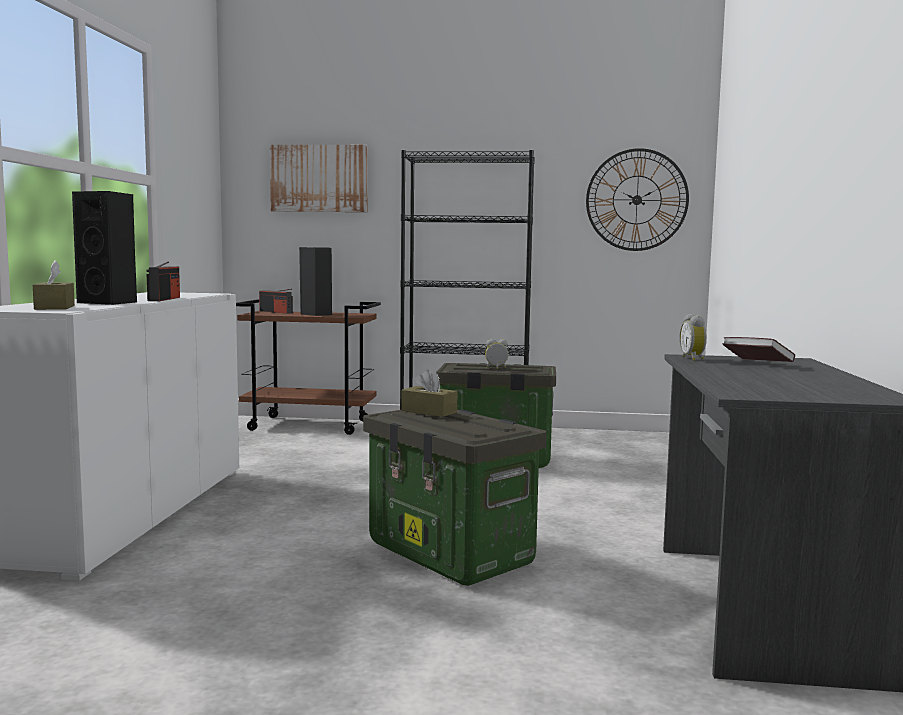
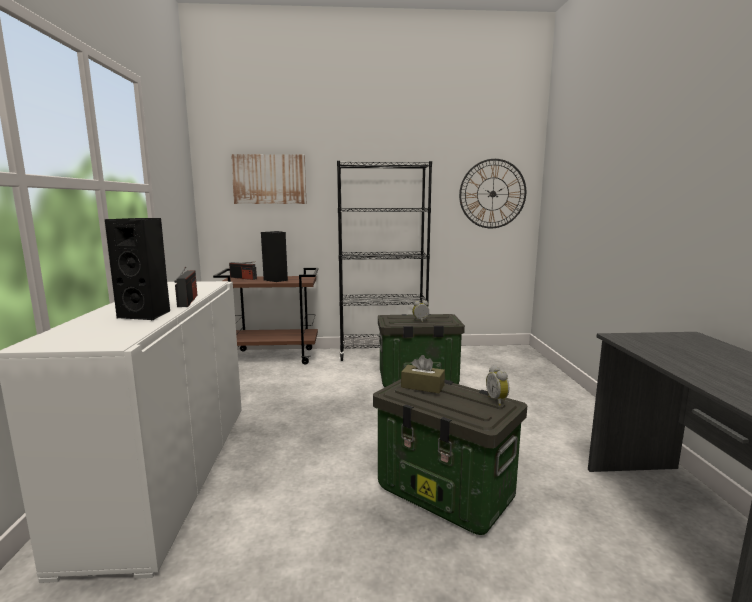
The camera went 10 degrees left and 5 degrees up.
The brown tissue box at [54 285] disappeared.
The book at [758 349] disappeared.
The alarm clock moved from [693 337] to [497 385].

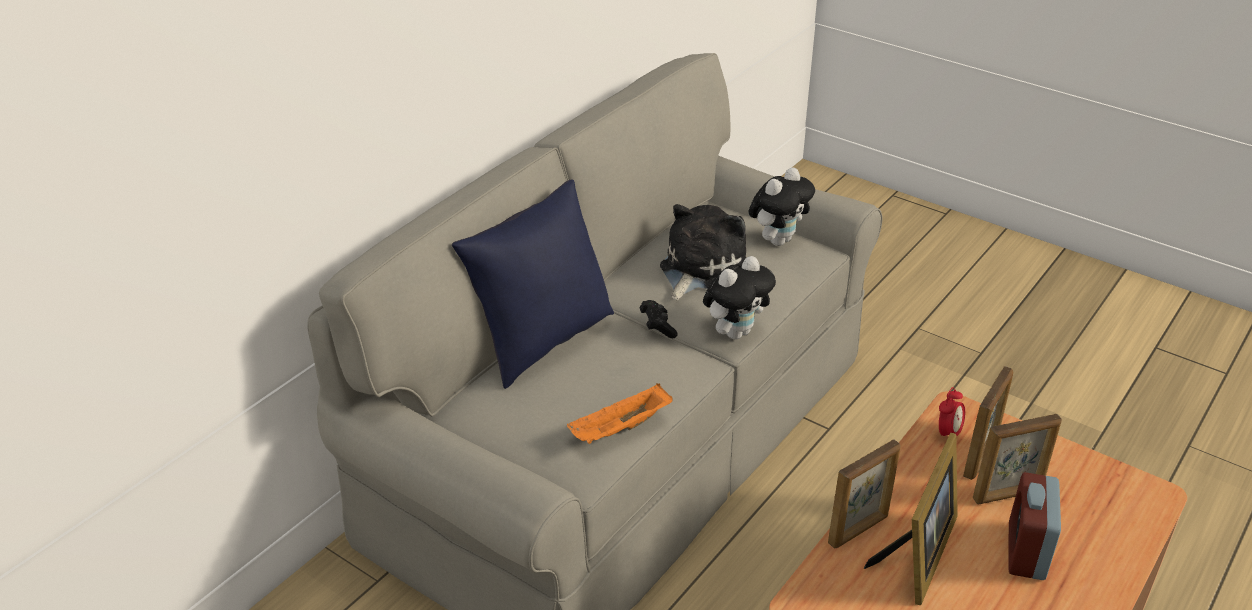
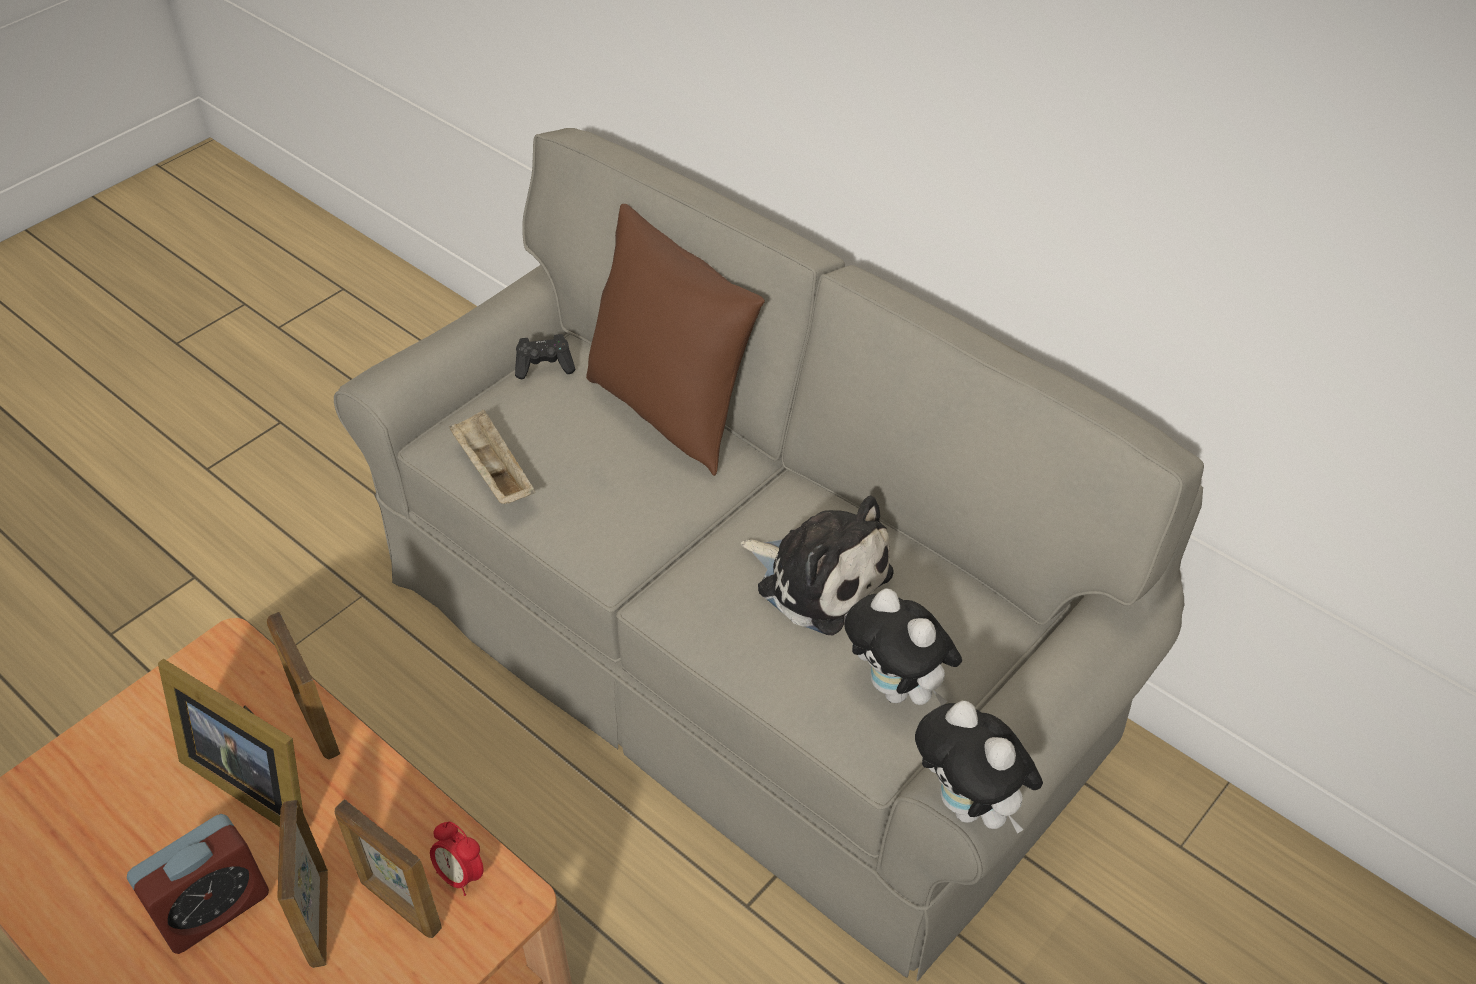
The camera went 95 degrees right and 10 degrees up.
The black game controller moved from [659 319] to [545 356].
The plush toy moved from [739 298] to [979 767].
The blue pillow at [533 284] became the brown pillow at [675 340].
The orange tray at [620 414] became the beige tray at [492 457].
The alarm clock at [1034 526] turned 120 degrees clockwise.

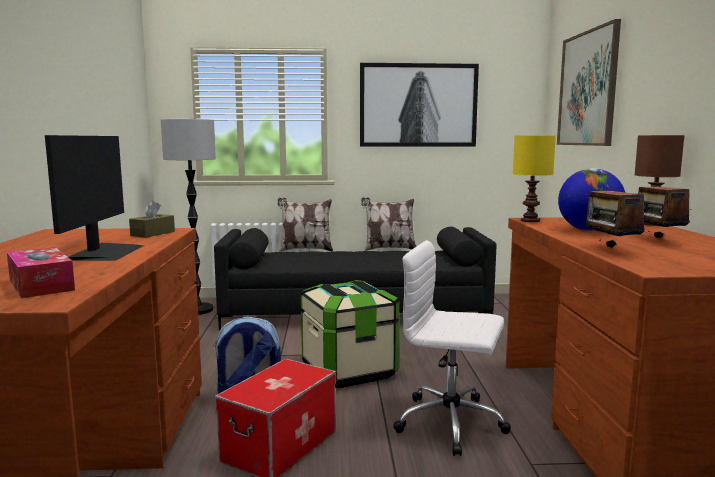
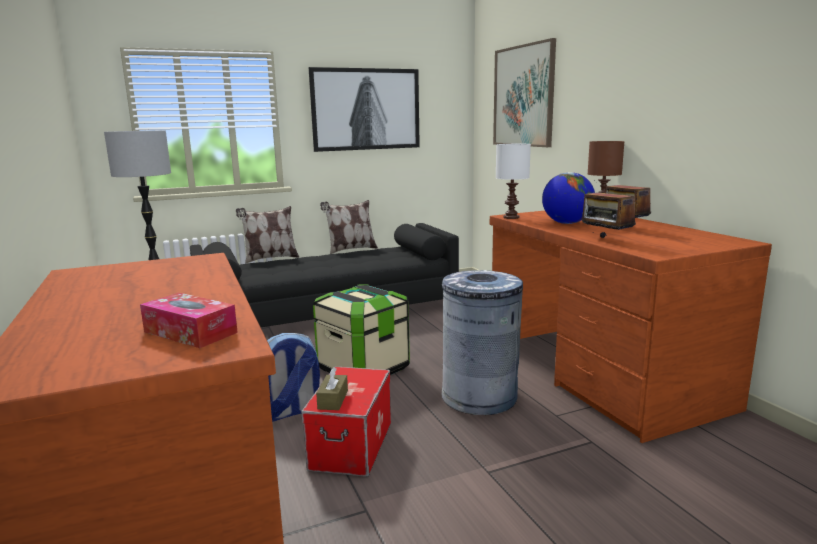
The camera went 20 degrees left and 5 degrees up.
The monitor at [94 198] disappeared.
The brown tissue box moved from [152 219] to [332 389].
The white office chair at [452 348] was replaced by the grey trash can at [482 342].
The yellow table lamp at [534 179] became the white table lamp at [513 181].

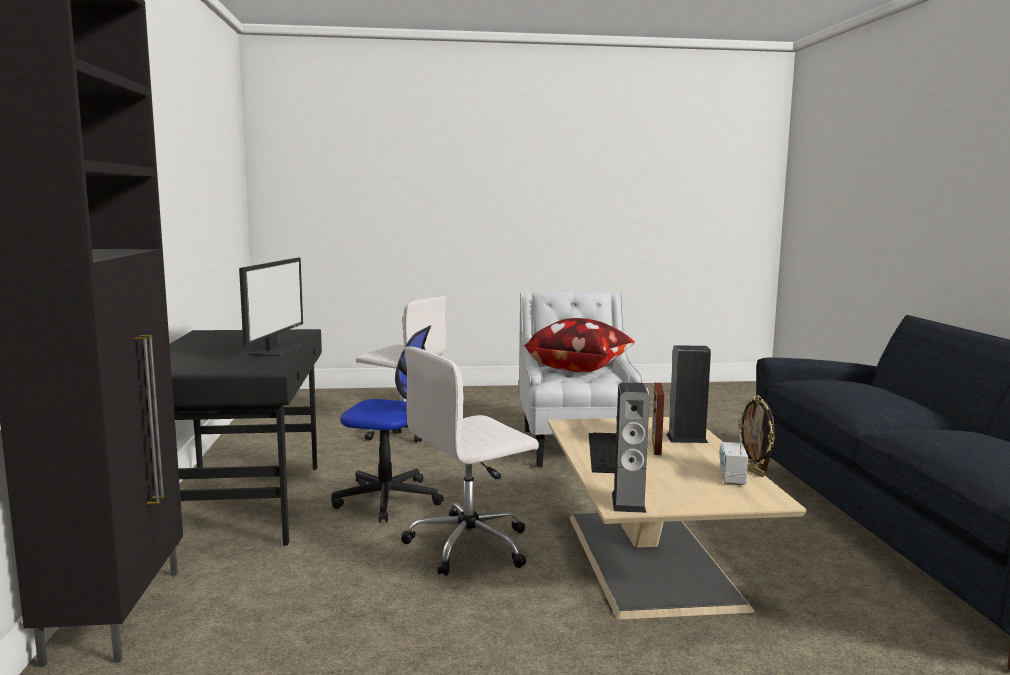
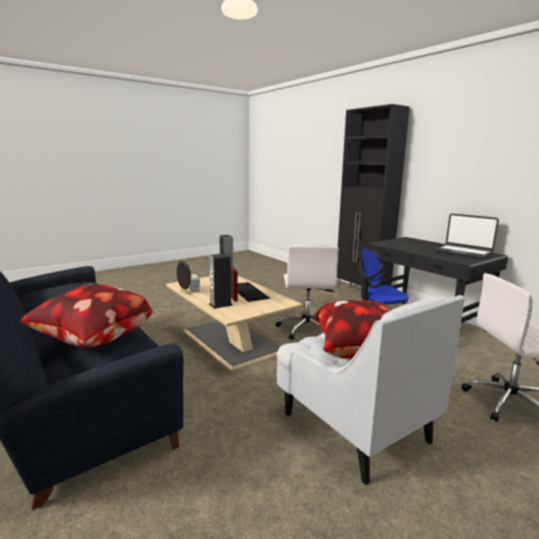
The camera went 150 degrees right and 5 degrees up.
The monitor at [271 307] disappeared.
The pillow at [86 316] appeared.
The laptop at [466 236] appeared.
The white office chair at [470 461] turned 150 degrees clockwise.

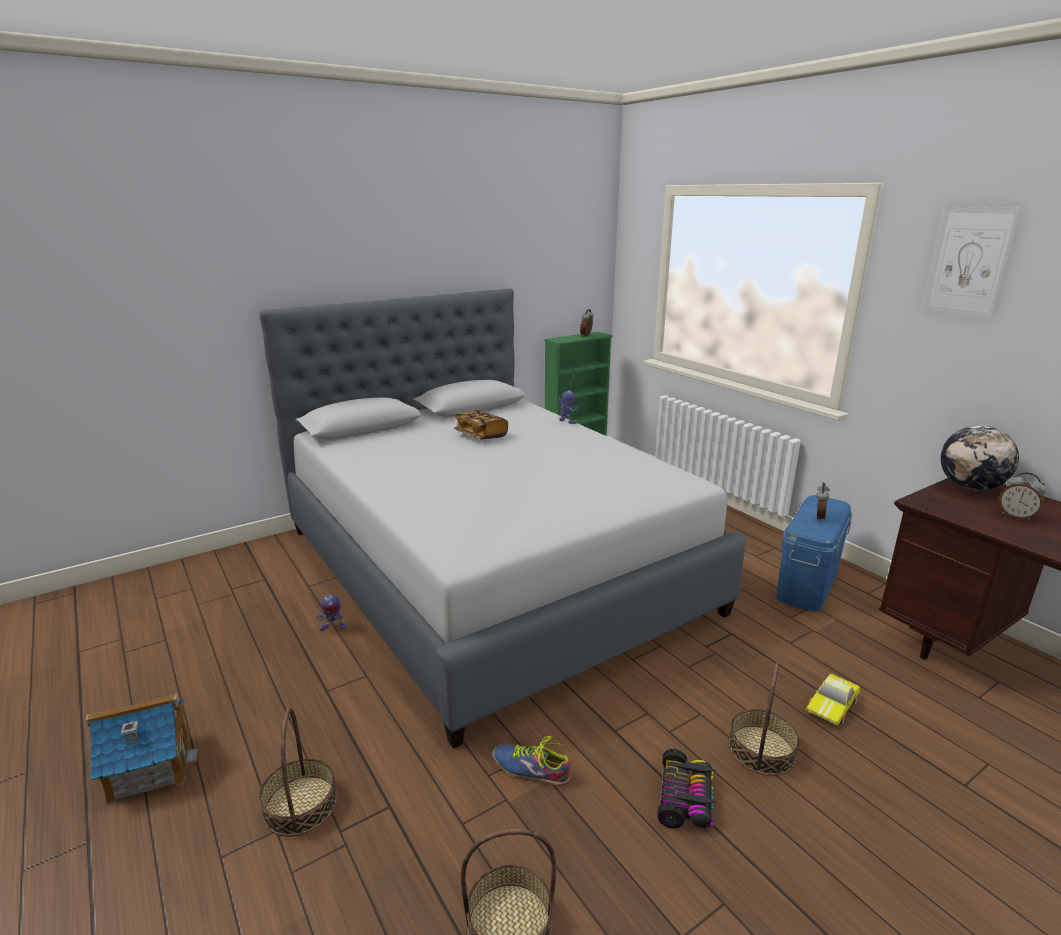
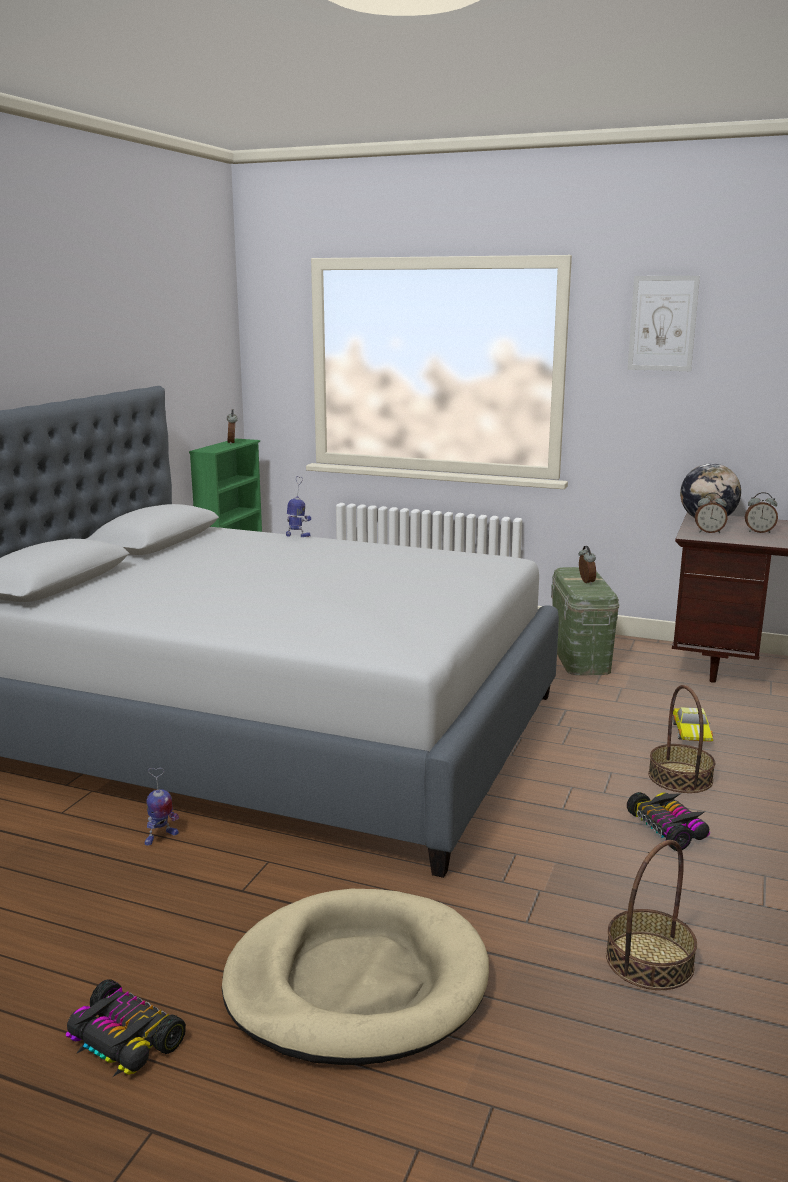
The camera went 35 degrees left and 5 degrees down.
The book at [481 425] disappeared.
The shoe at [532 761] disappeared.
The alarm clock at [711 512] appeared.
The toy house at [141 749] was replaced by the toy car at [126 1028].
The basket at [298 772] was replaced by the beige dog bed at [355 977].
The blue storage box at [814 553] became the green storage box at [585 621].

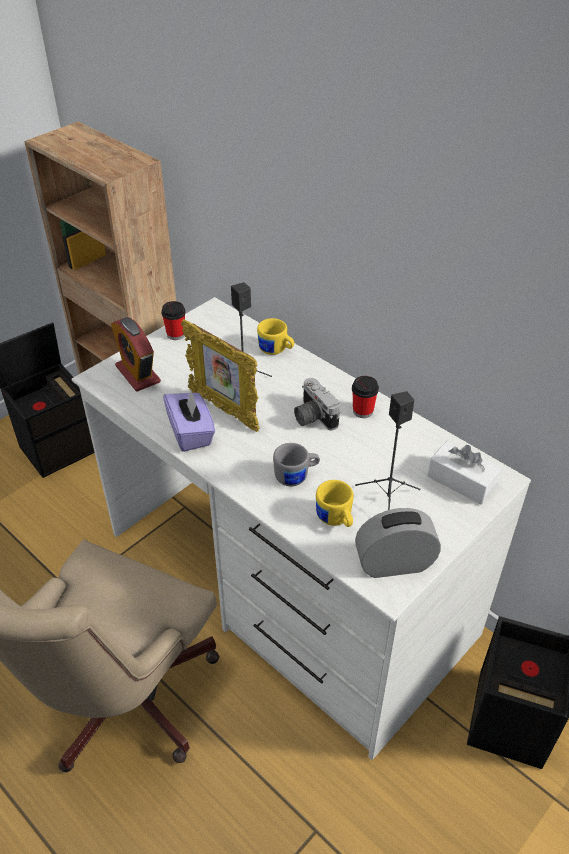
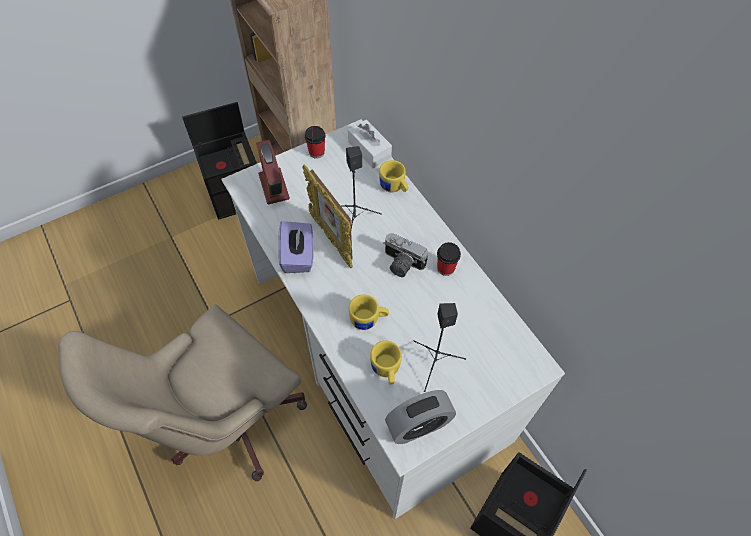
The camera went 15 degrees right and 15 degrees up.
The white tissue box moved from [464 472] to [370 144].
The grey mug at [296 464] became the yellow mug at [369 312].
The photo camera at [317 404] turned 45 degrees counterclockwise.
The alarm clock at [398 543] turned 150 degrees clockwise.

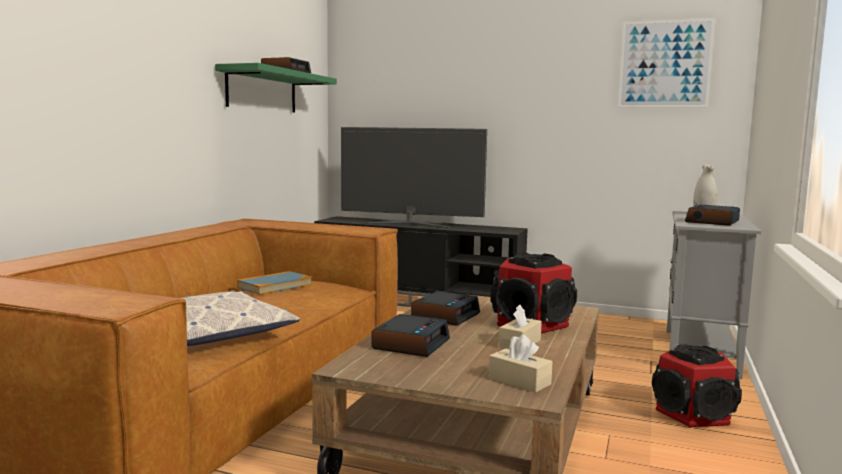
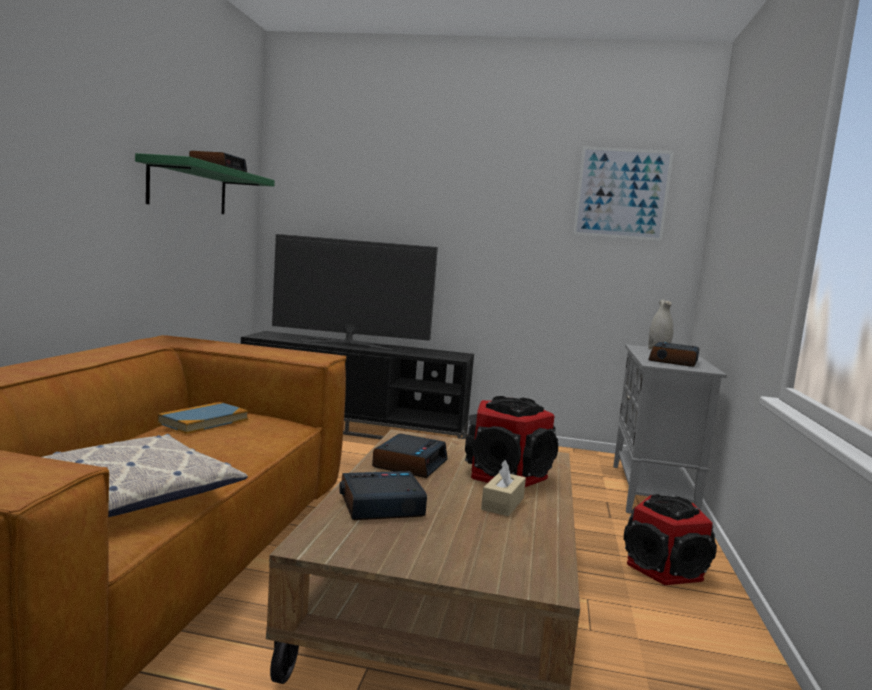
The camera went 10 degrees left and 0 degrees up.
The beige tissue box at [520 364] disappeared.
The alarm clock at [411 335] turned 120 degrees counterclockwise.

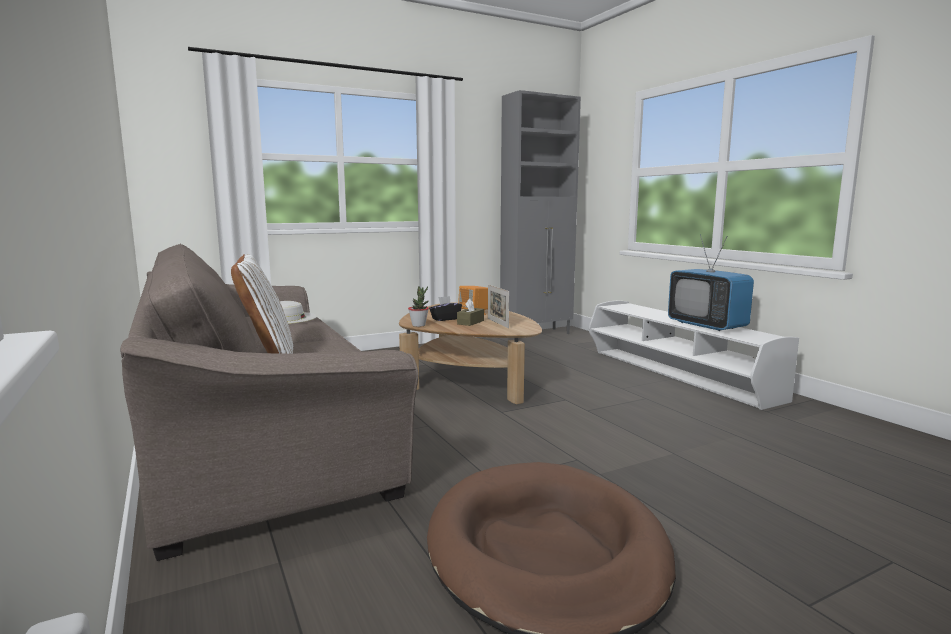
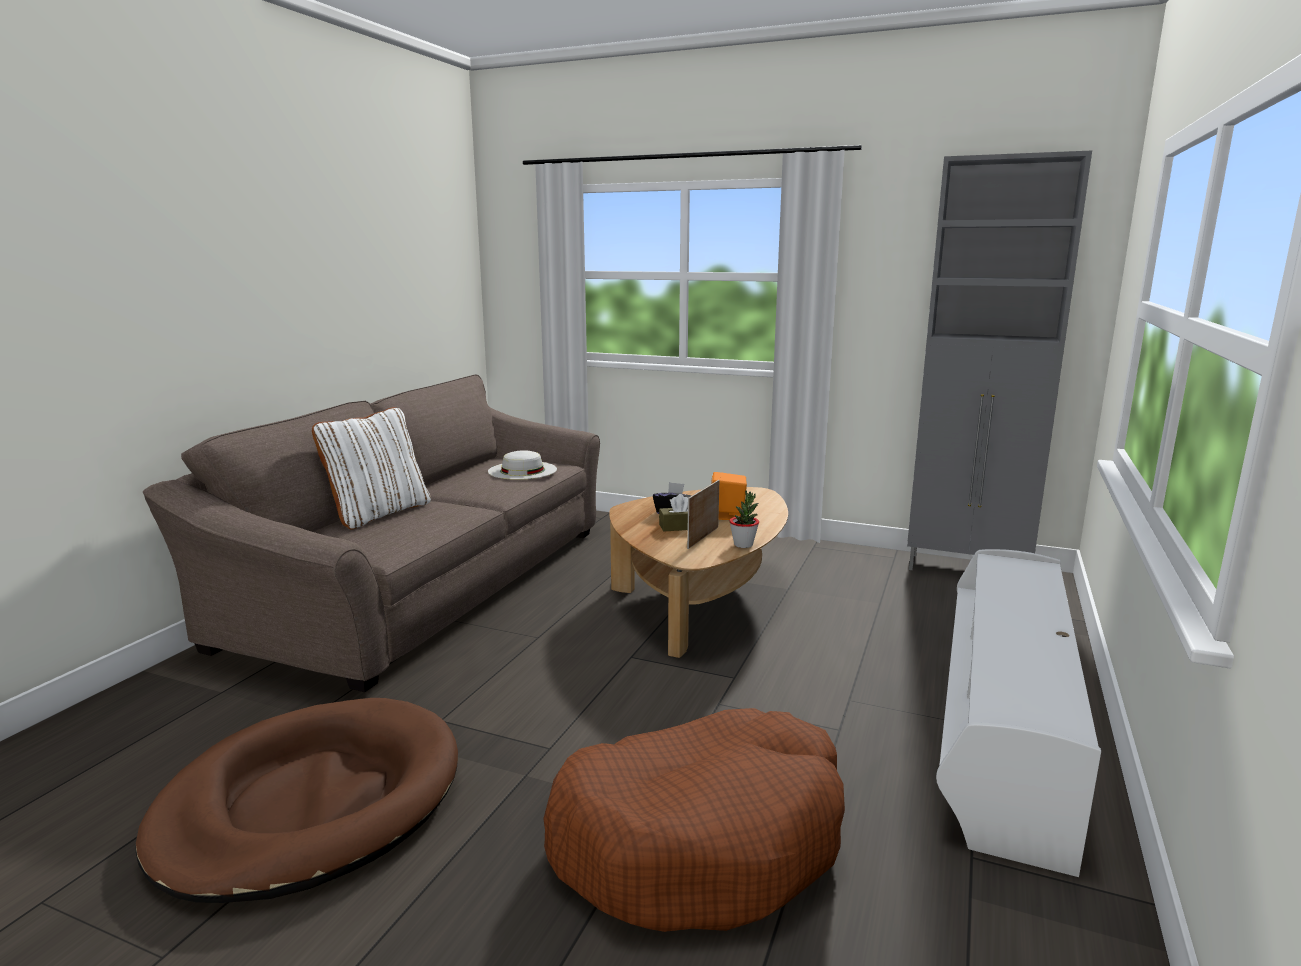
The camera went 50 degrees right and 5 degrees up.
The television at [711 282] disappeared.
The brown dog bed at [694 820] appeared.
The potted plant moved from [418 306] to [744 519].

